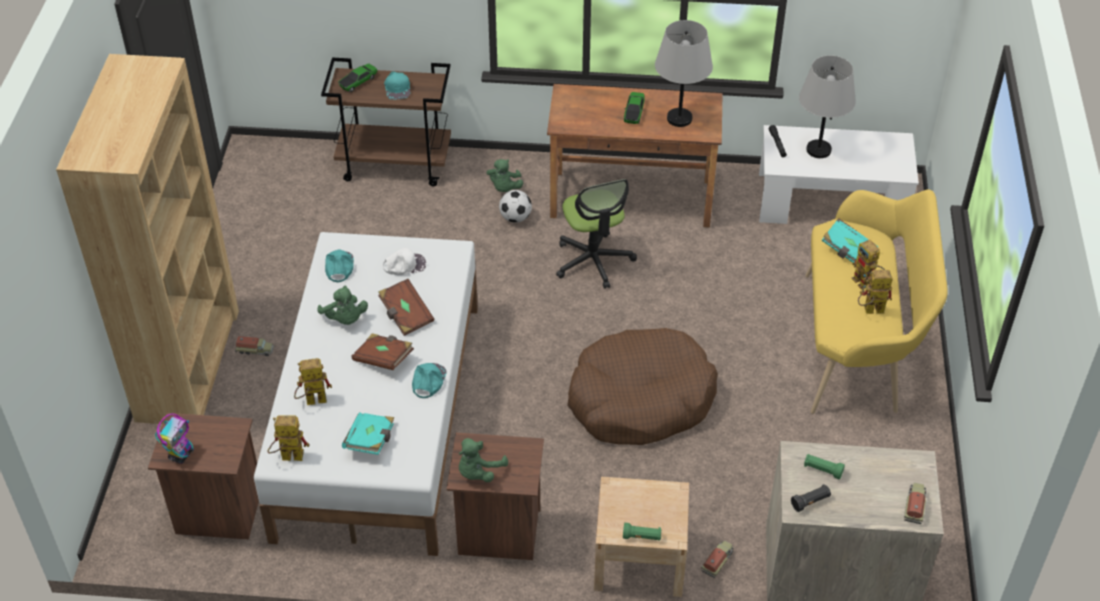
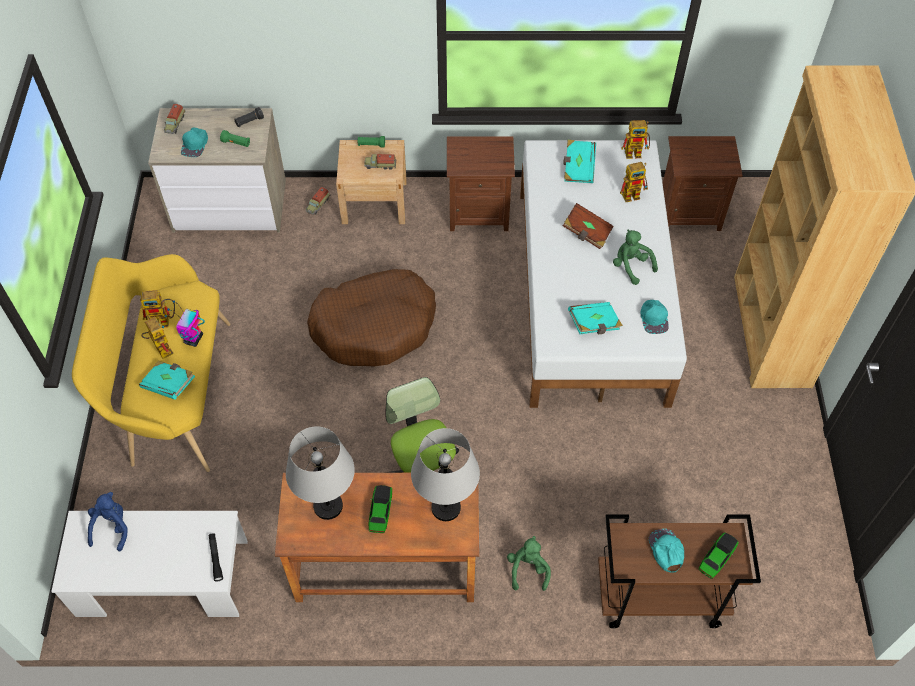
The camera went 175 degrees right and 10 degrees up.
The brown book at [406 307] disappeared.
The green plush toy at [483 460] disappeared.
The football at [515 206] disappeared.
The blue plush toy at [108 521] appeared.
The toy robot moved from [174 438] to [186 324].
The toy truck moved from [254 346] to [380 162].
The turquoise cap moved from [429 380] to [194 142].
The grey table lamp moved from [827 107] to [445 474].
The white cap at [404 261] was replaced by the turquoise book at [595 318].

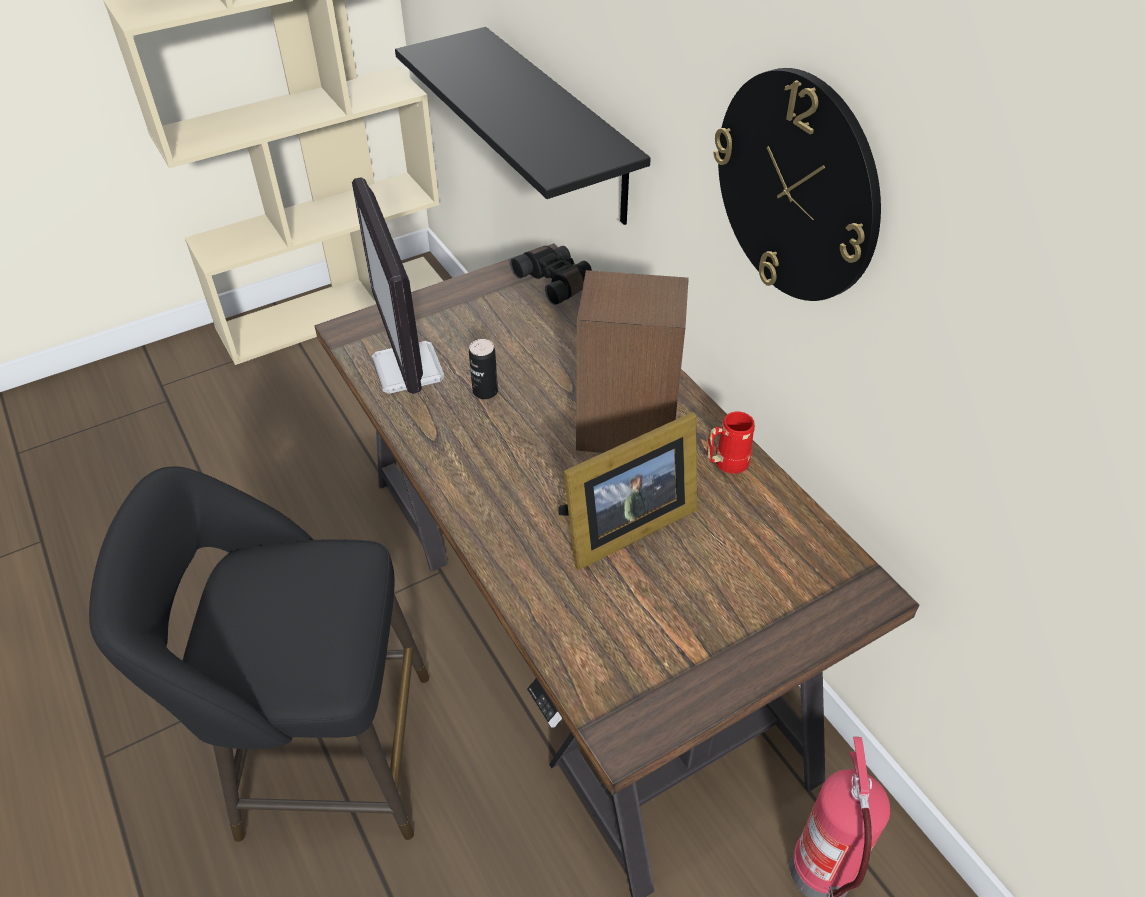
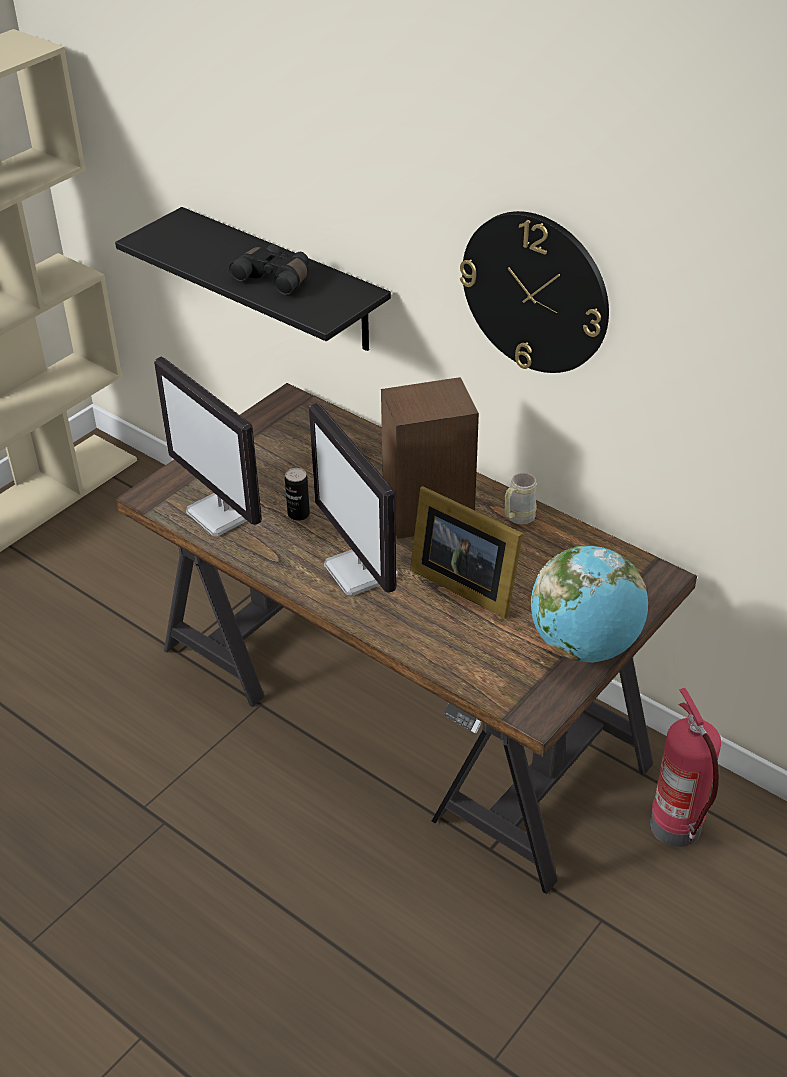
The camera went 20 degrees left and 5 degrees down.
The black stool at [259 654] disappeared.
The monitor at [353 499] appeared.
The globe at [589 604] appeared.
The black binoculars moved from [551 275] to [269 269].
The red mug at [731 443] became the beige mug at [520 498].
The picture frame at [628 491] turned 90 degrees clockwise.

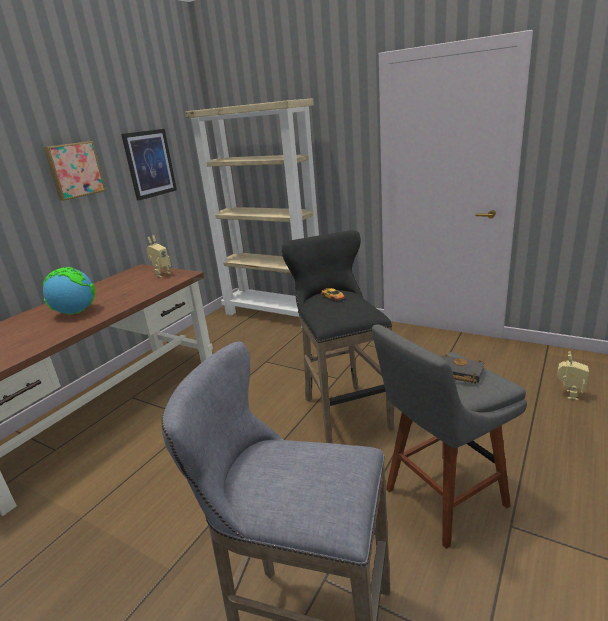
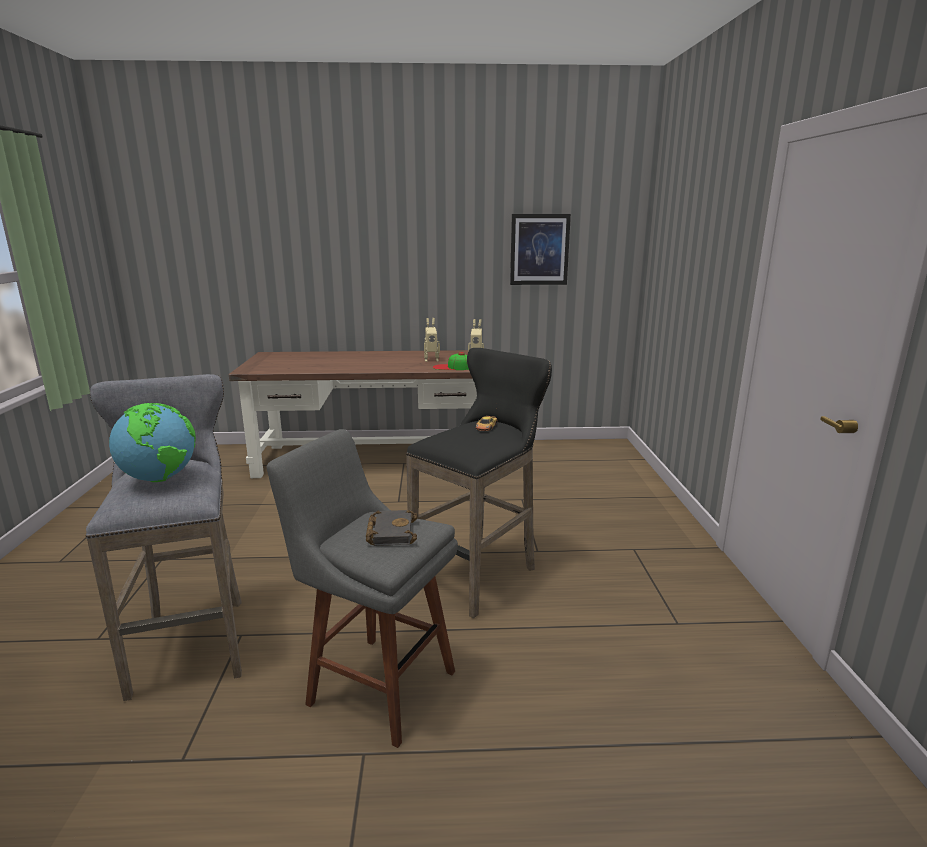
The camera went 55 degrees right and 5 degrees down.
The picture at [75 171] disappeared.
The beige bookcase at [252 213] disappeared.
The cap at [451 361] appeared.
The globe moved from [69 291] to [152 442].
The toy robot moved from [573 376] to [432 340].

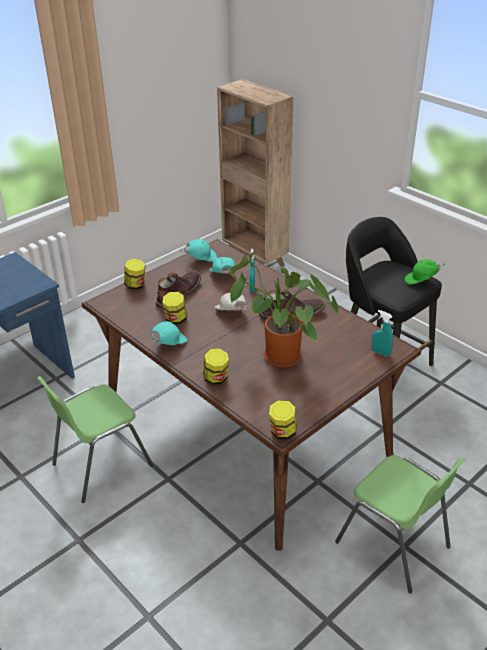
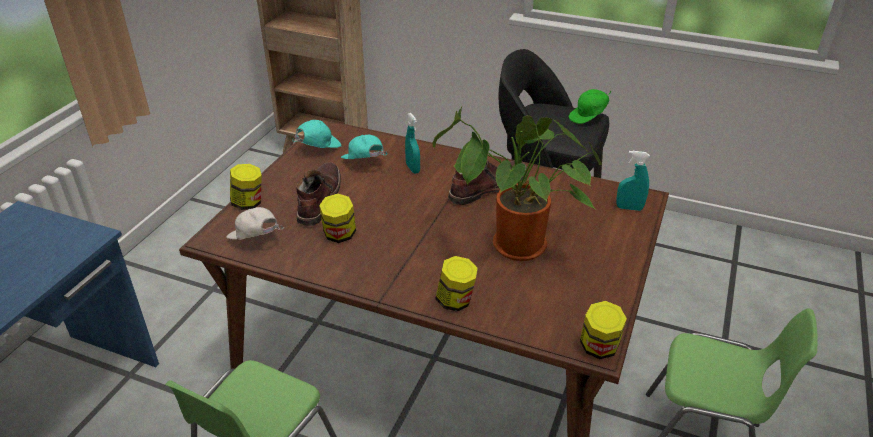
The camera went 25 degrees left and 0 degrees up.
The turquoise cap at [168 333] disappeared.
The white cap moved from [231 302] to [255 223].

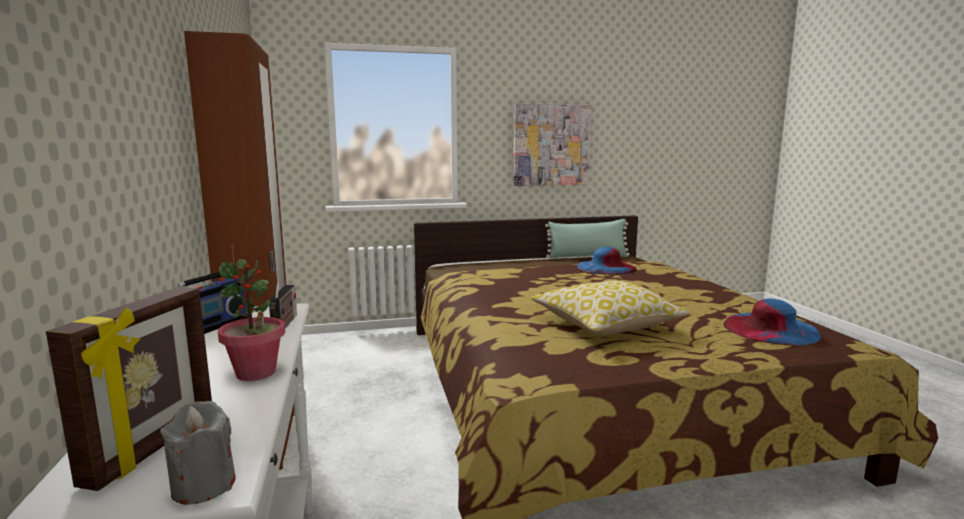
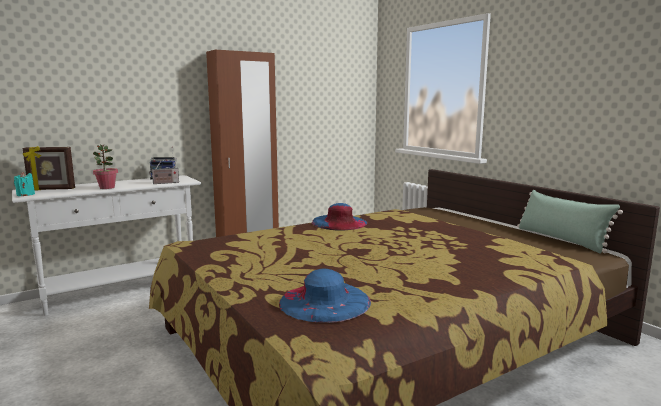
The camera went 70 degrees right and 0 degrees up.
The picture at [552 144] disappeared.
The pillow at [610 308] disappeared.
The blue hat moved from [607 261] to [339 217].
The grey candle at [198 453] became the turquoise candle at [24 184].

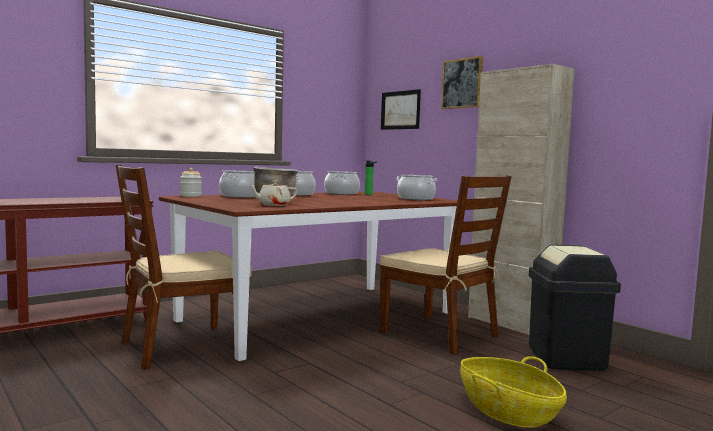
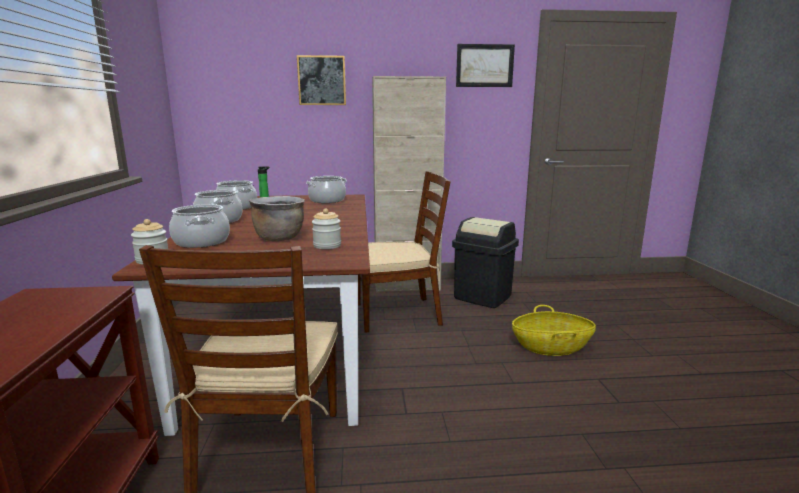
The camera went 55 degrees left and 10 degrees up.
The picture moved from [401 109] to [485 65].
The beige teapot at [273 193] was replaced by the jar at [326 229].

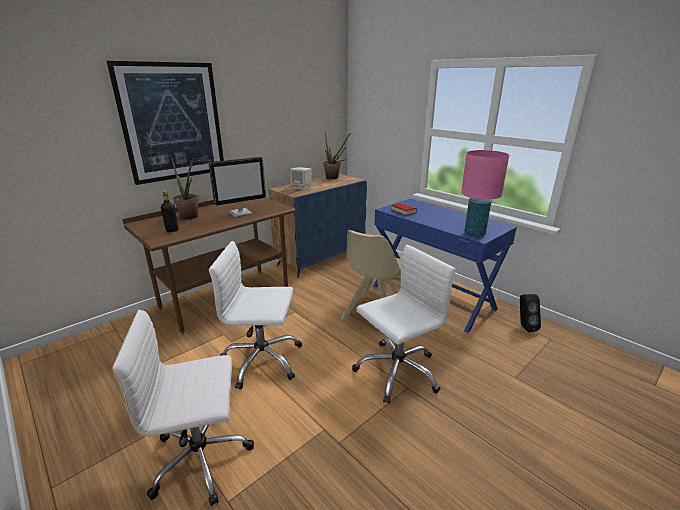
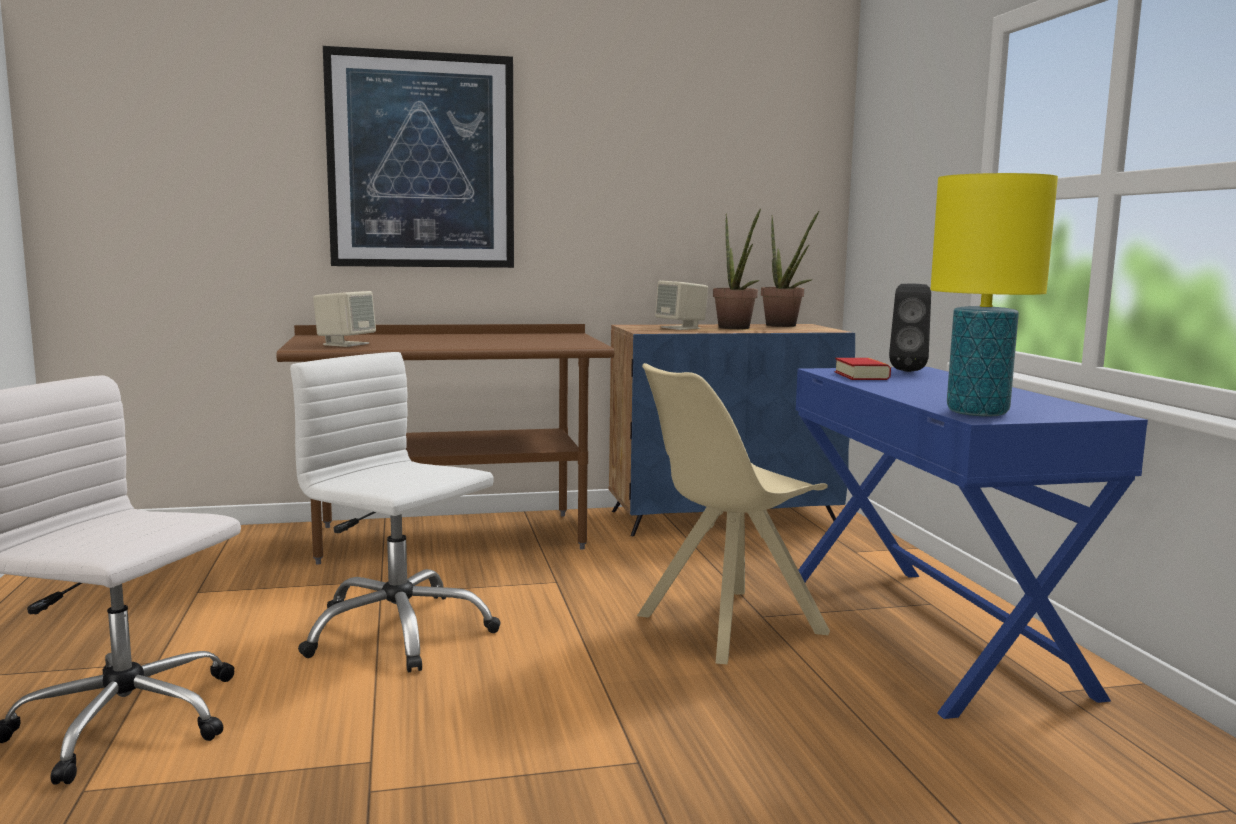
The camera went 30 degrees right and 15 degrees down.
The monitor at [237 187] disappeared.
The white office chair at [403 324] disappeared.
The potted plant moved from [185 187] to [737 268].
The black speaker moved from [530 313] to [910 328].
The black bottle at [170 211] was replaced by the beige speaker at [344 319].
The pink table lamp at [485 193] became the yellow table lamp at [994 295].

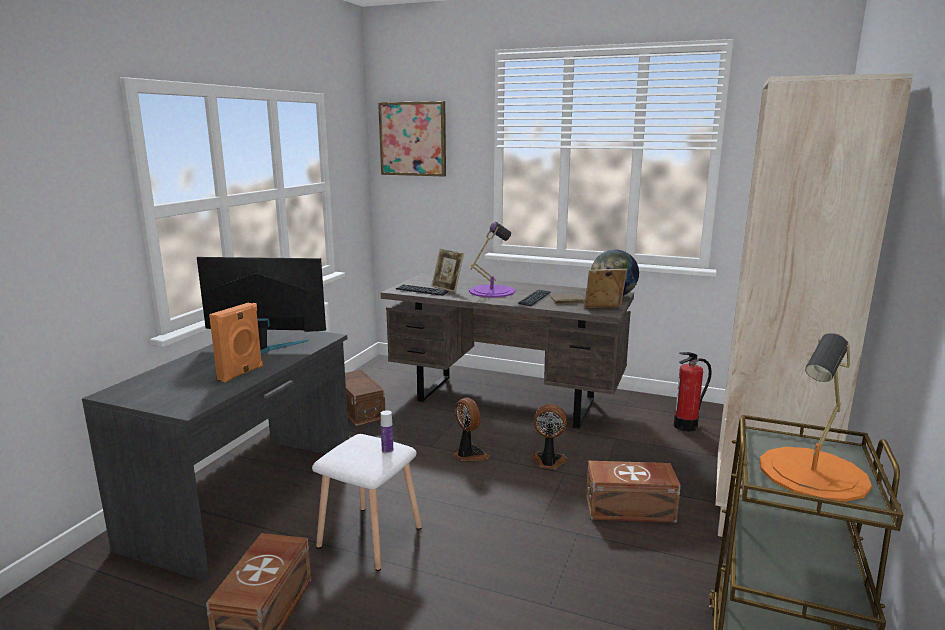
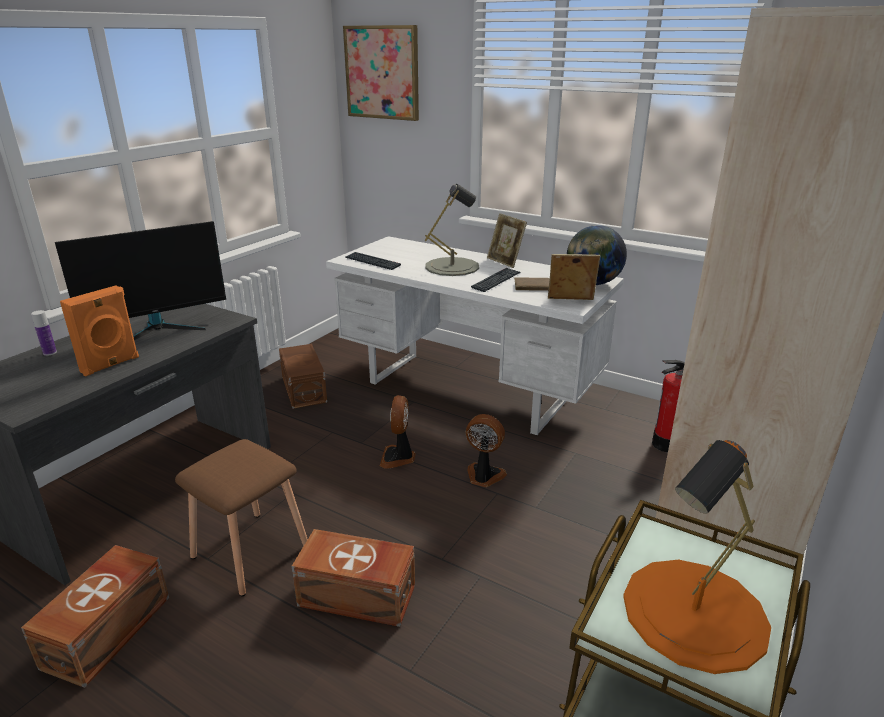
The camera went 10 degrees right and 10 degrees up.
The bottle moved from [386 432] to [44 333].
The picture frame moved from [448 270] to [507 240].
The brown storage box moved from [633 492] to [353 578].
The white stool at [367 502] became the brown stool at [241 517].
The brown desk at [507 350] became the white desk at [475 335].
The purple table lamp at [492 259] became the grey table lamp at [452 230].
The monitor at [261 306] turned 135 degrees clockwise.
The fan at [472 429] turned 150 degrees counterclockwise.

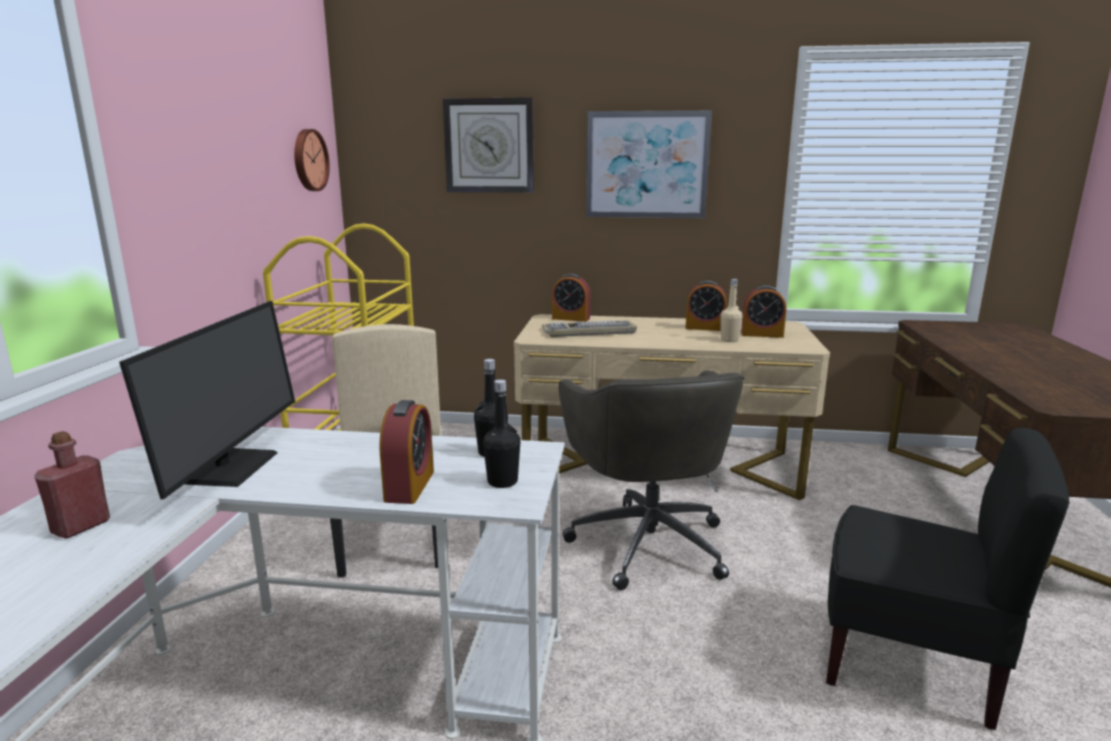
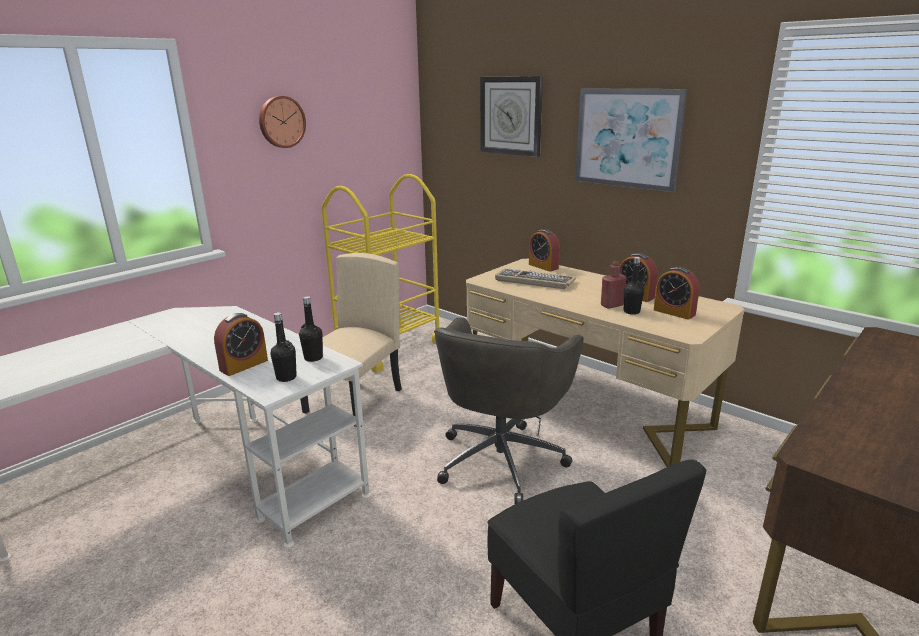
The camera went 35 degrees right and 5 degrees up.
The monitor at [207 400] disappeared.
The red bottle moved from [72 484] to [613 285].
The wall clock moved from [312 160] to [282 122].
The beige bottle at [731 310] became the black bottle at [634 286].

